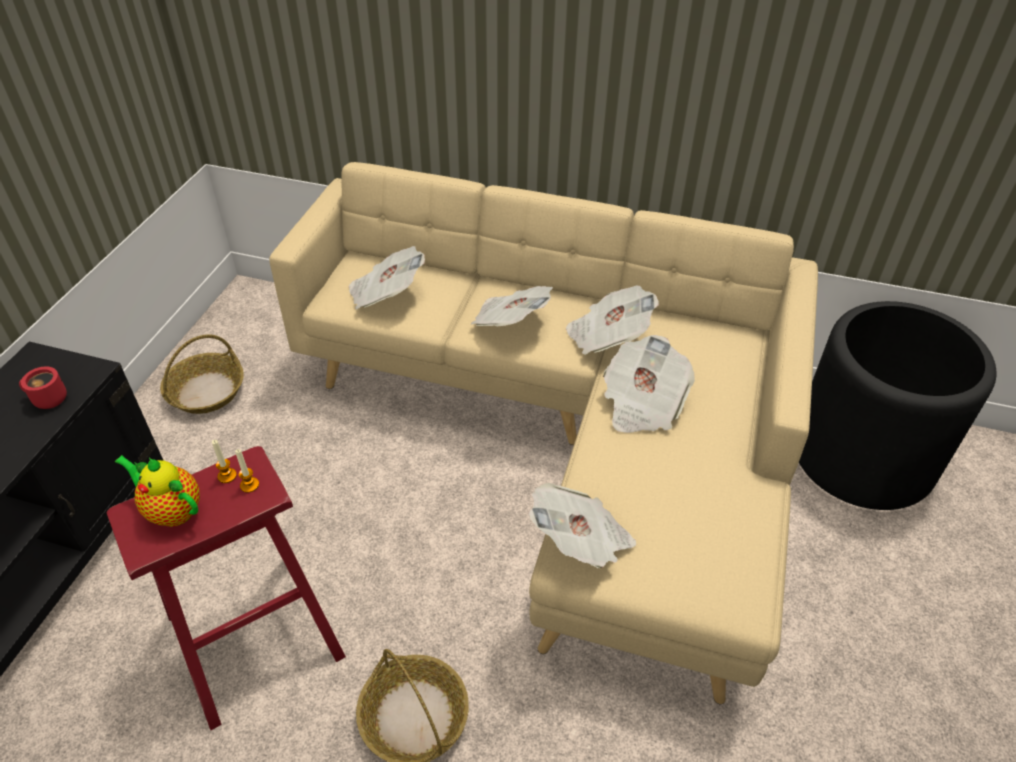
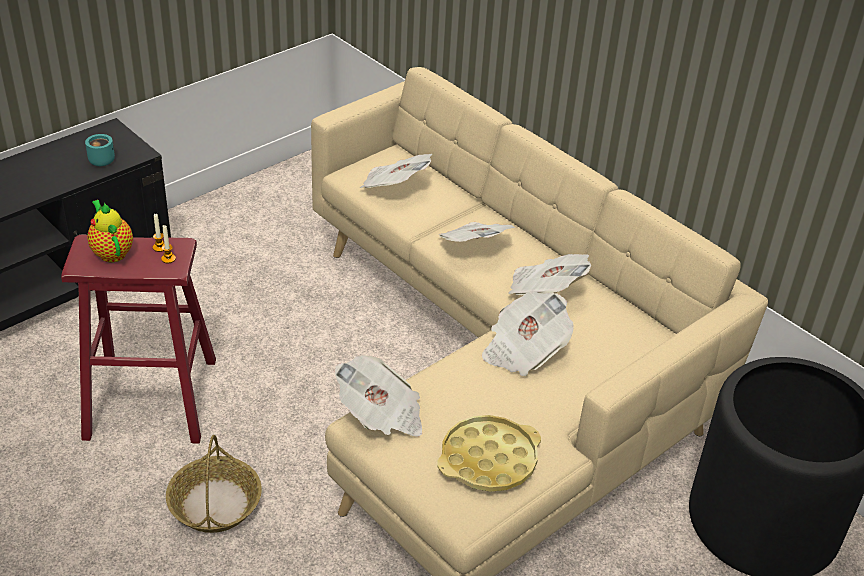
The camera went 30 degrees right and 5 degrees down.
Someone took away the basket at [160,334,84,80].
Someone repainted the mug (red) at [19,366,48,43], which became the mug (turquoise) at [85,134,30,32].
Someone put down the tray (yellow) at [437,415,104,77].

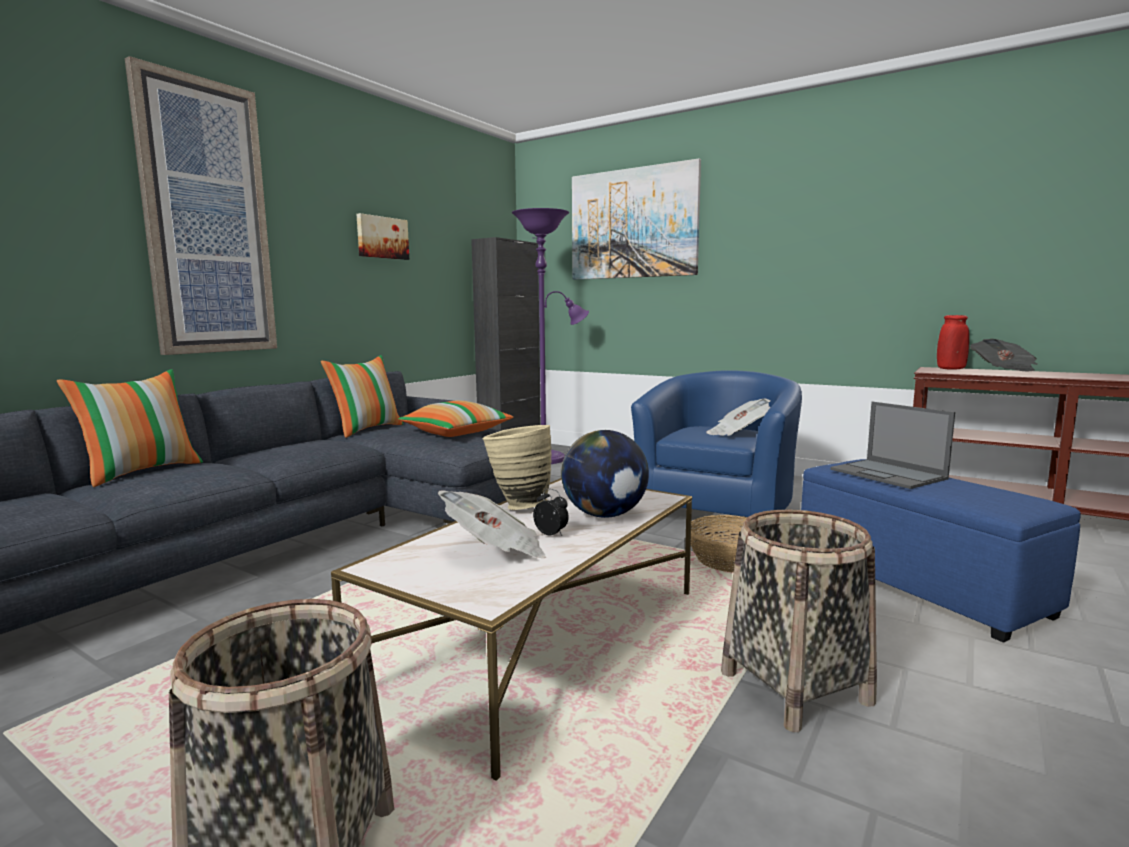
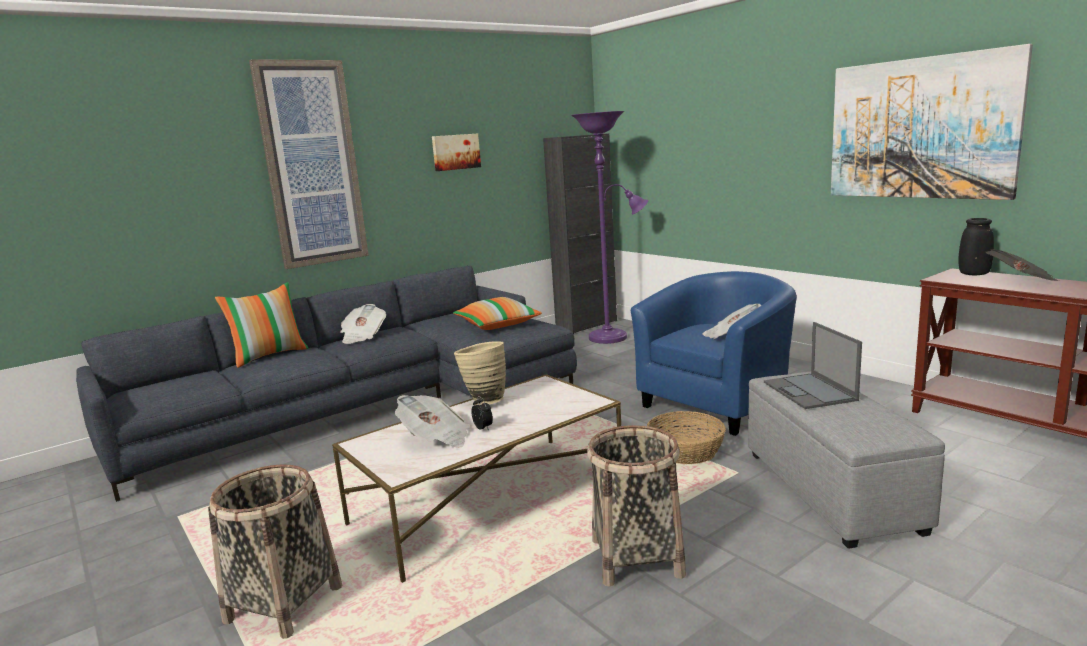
The camera went 20 degrees right and 5 degrees up.
Someone carried the picture from [572,158,129,122] to [831,44,202,156].
Someone repainted the vase (red) at [937,315,32,55], which became the vase (black) at [958,218,36,57].
Someone took away the pillow at [321,355,83,83].
Someone took away the globe at [561,430,88,88].
Someone repainted the ottoman (blue) at [801,459,280,184], which became the ottoman (grey) at [748,372,197,177].
Someone put down the newspaper at [340,304,46,40].

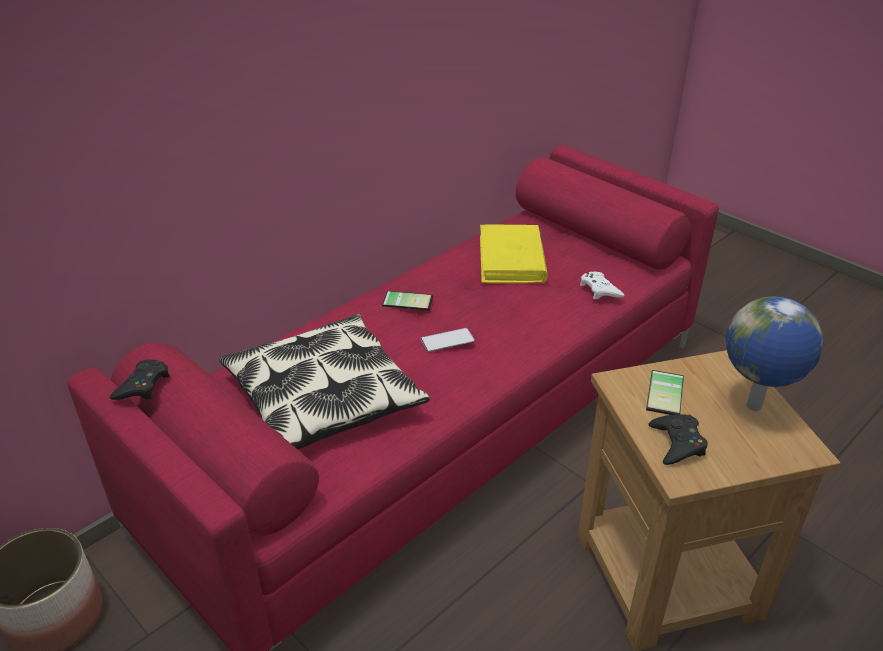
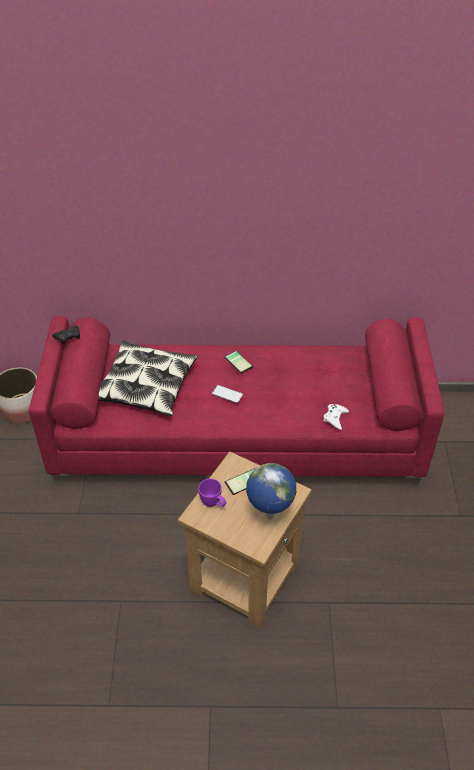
The camera went 45 degrees right and 10 degrees up.
Someone took away the book (yellow) at [480,224,68,59].
Someone swapped the game controller (black) at [648,414,60,51] for the mug (purple) at [198,479,28,28].

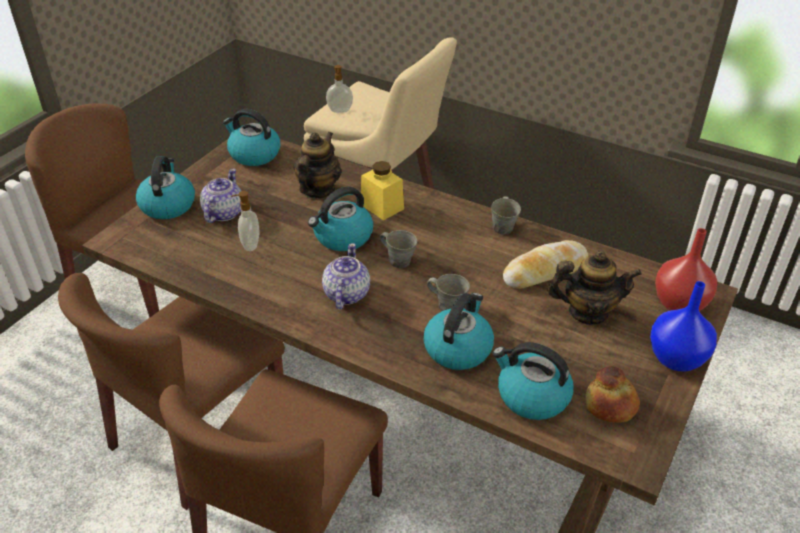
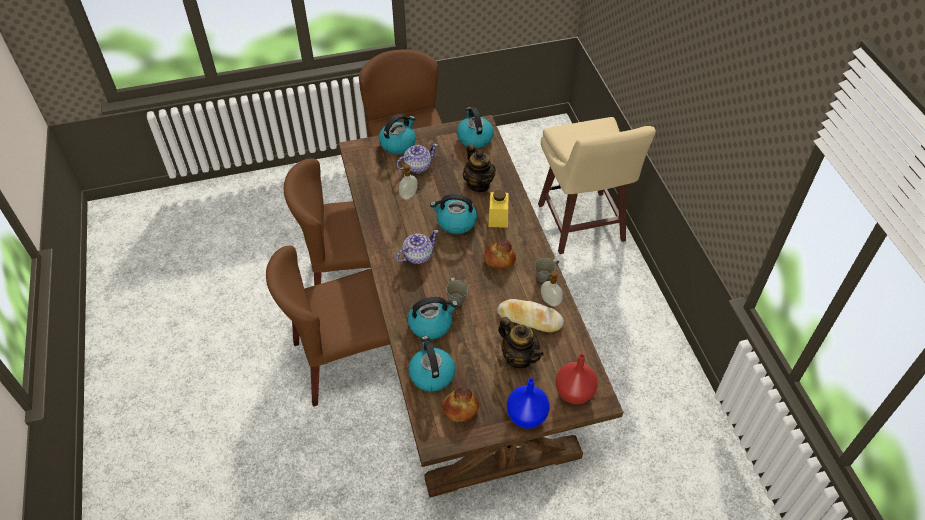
The camera went 45 degrees right and 10 degrees up.
Someone carried the soap dispenser from [326,65,27,48] to [541,271,22,36].
Someone rotated the teapot at [294,132,48,67] by 90 degrees clockwise.
Someone took away the mug (grey) at [380,230,37,38].
Someone put down the bread at [484,240,32,29].

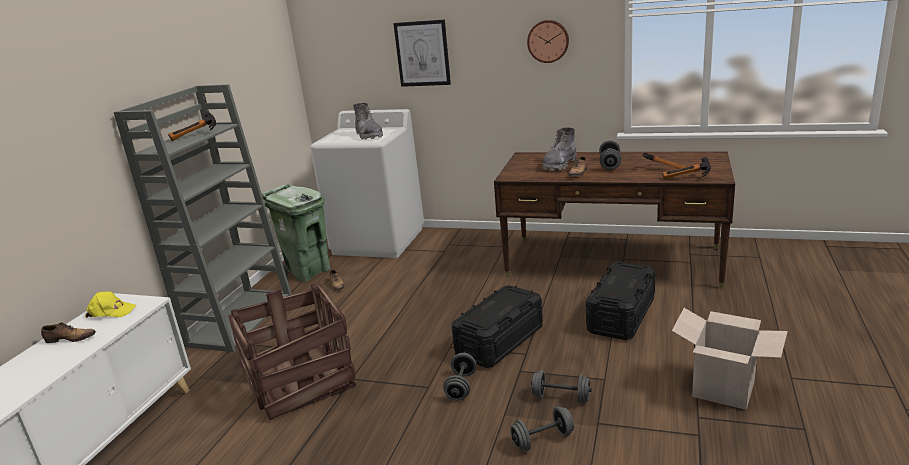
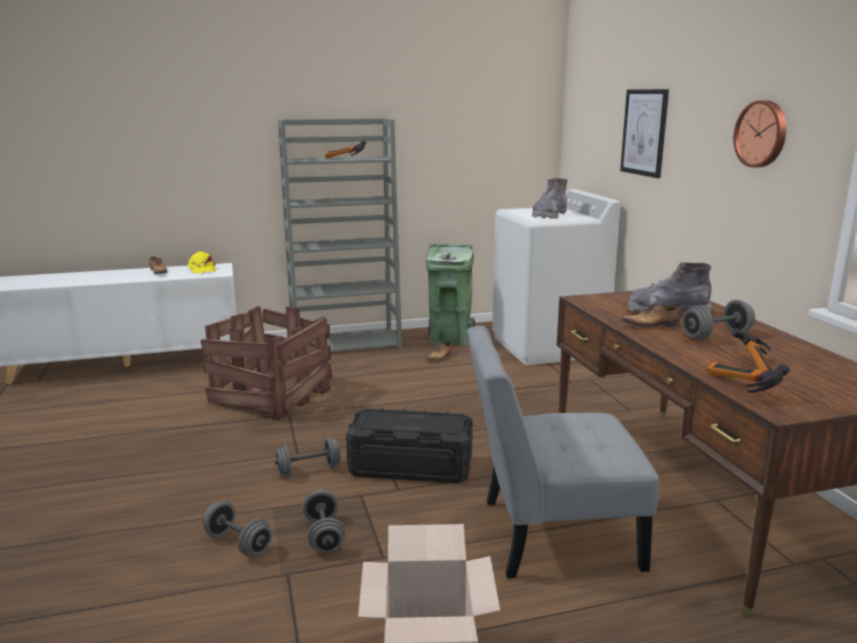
The camera went 55 degrees right and 5 degrees down.
Someone swapped the storage box (black) at [586,262,70,78] for the chair (grey) at [467,326,192,252].

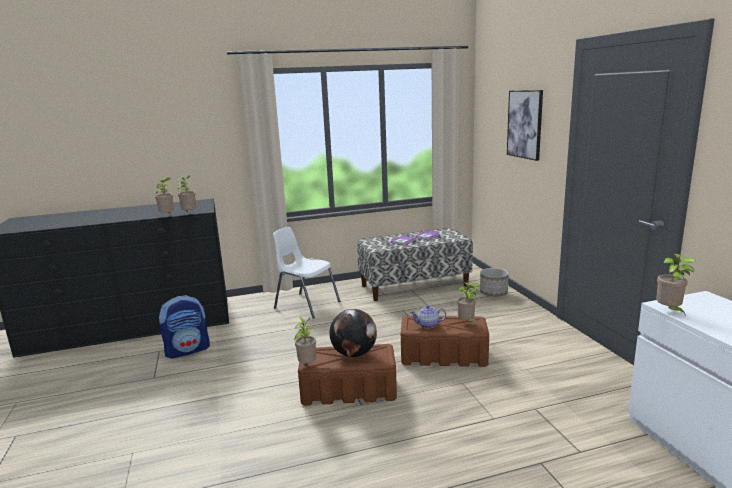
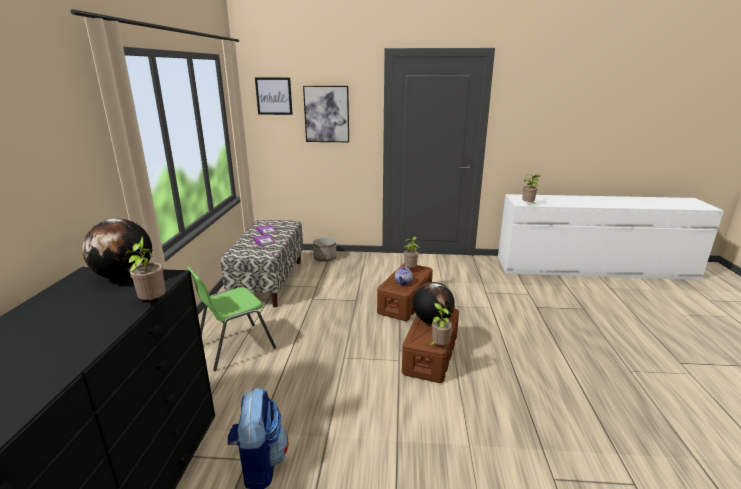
The camera went 70 degrees left and 5 degrees up.
Someone took away the potted plant at [178,175,18,37].
Someone repainted the chair (white) at [273,227,67,92], which became the chair (green) at [187,267,89,104].
Someone put up the picture at [255,78,38,37].
Someone put down the globe at [82,218,70,62].

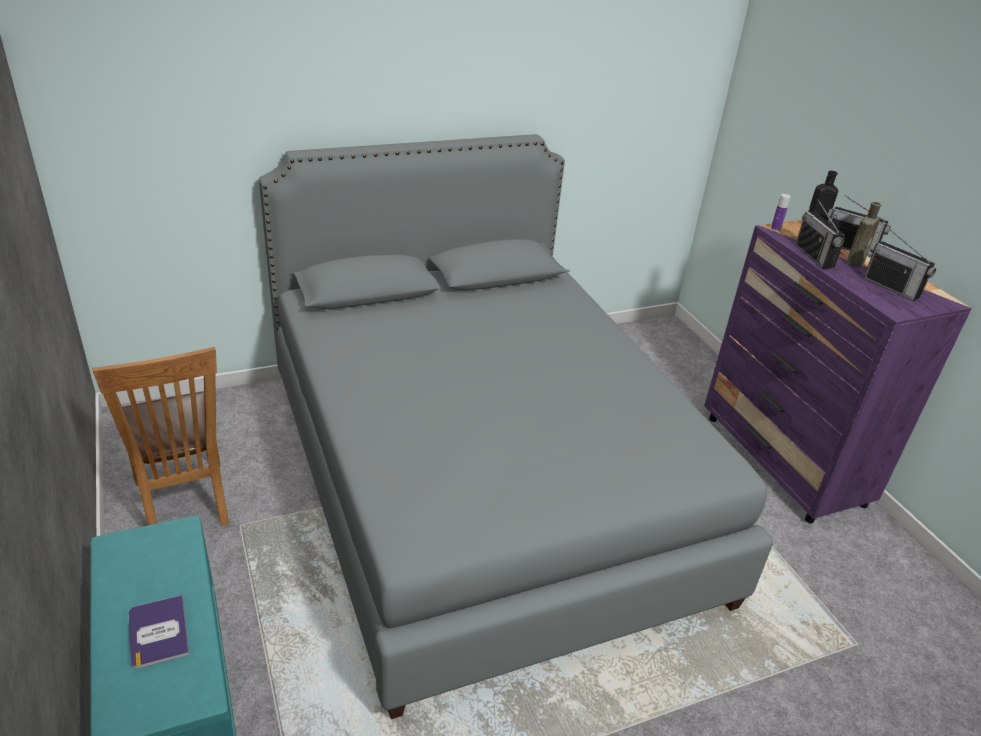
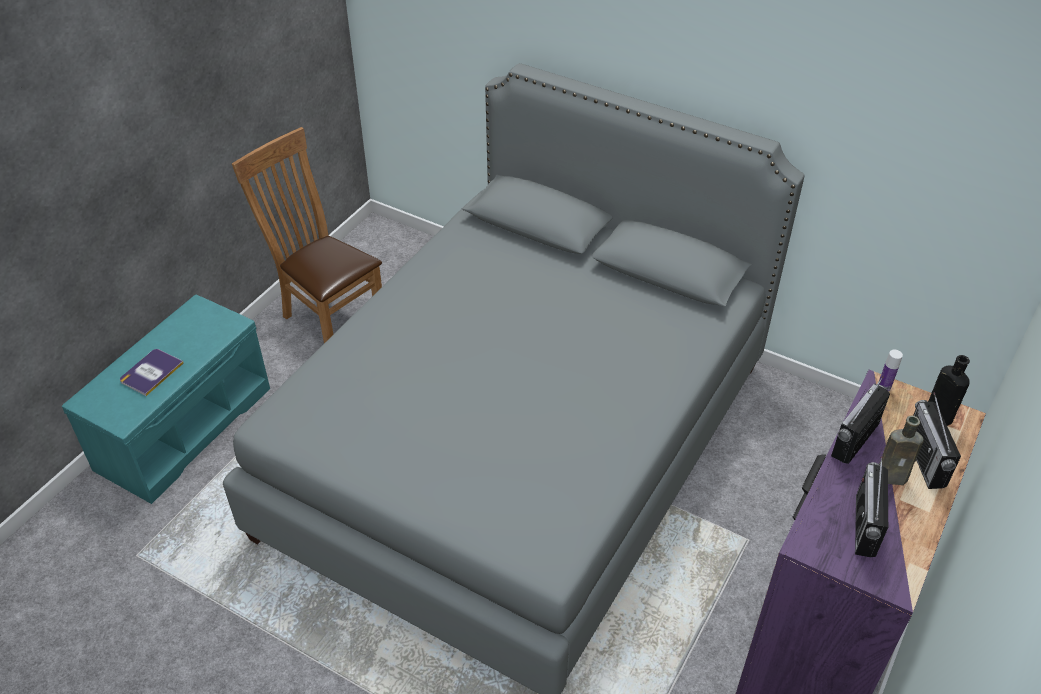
The camera went 55 degrees right and 10 degrees up.
Someone rotated the chair (brown) at [92,347,137,179] by 105 degrees clockwise.

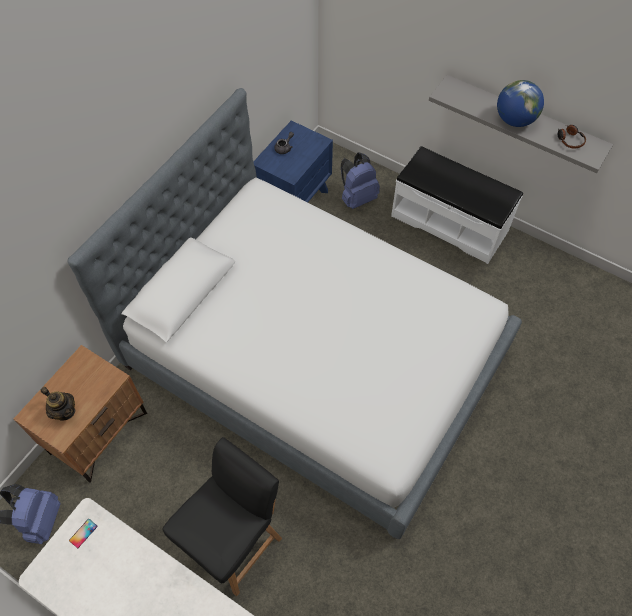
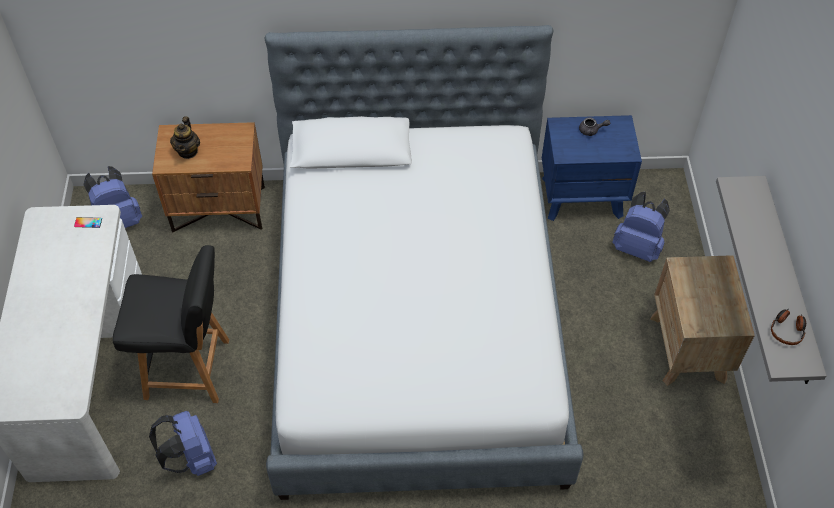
The camera went 55 degrees right and 5 degrees down.
Someone took away the globe at [497,80,47,47].
Someone swapped the bench (white) at [391,146,132,118] for the nightstand (brown) at [650,255,105,131].
Someone put down the backpack (blue) at [149,411,68,65].

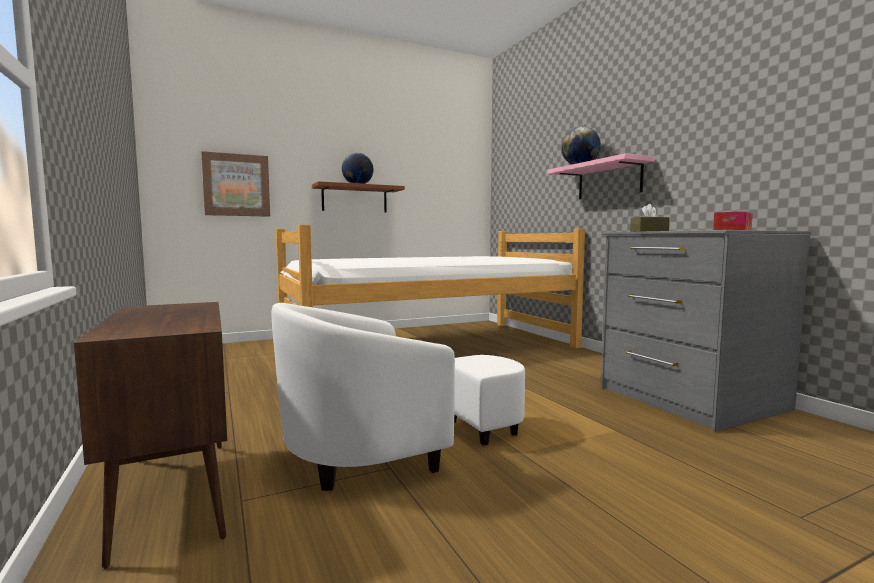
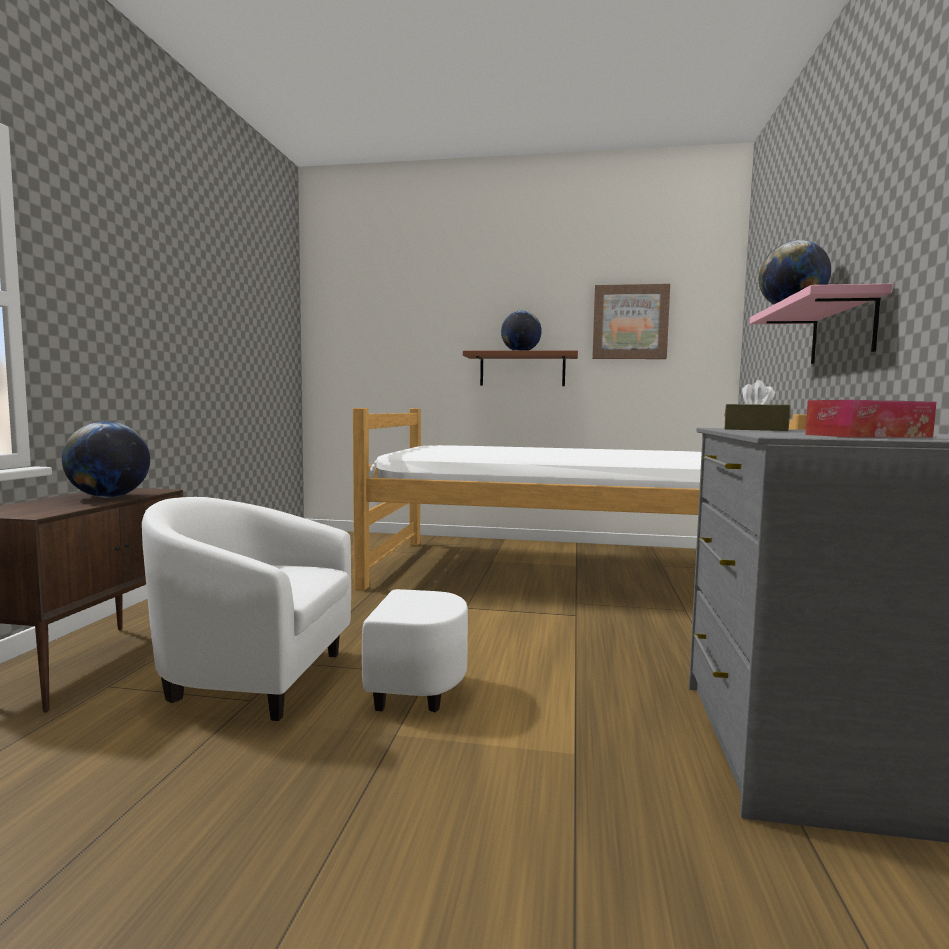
The camera went 35 degrees right and 0 degrees up.
Someone carried the picture from [201,151,69,66] to [592,284,78,75].
Someone put down the globe at [62,421,88,77].

